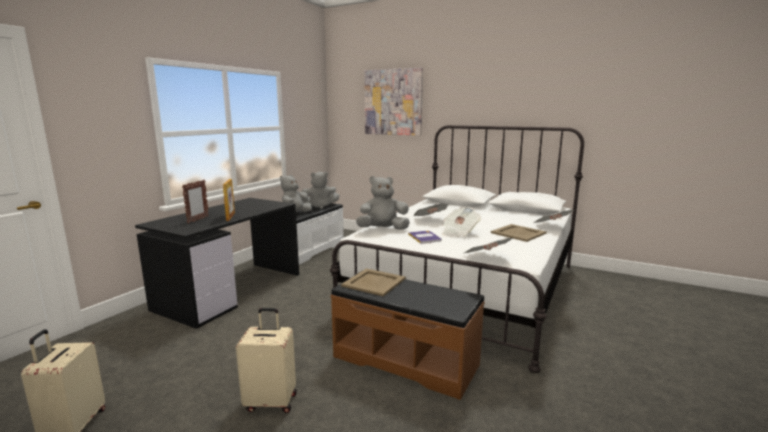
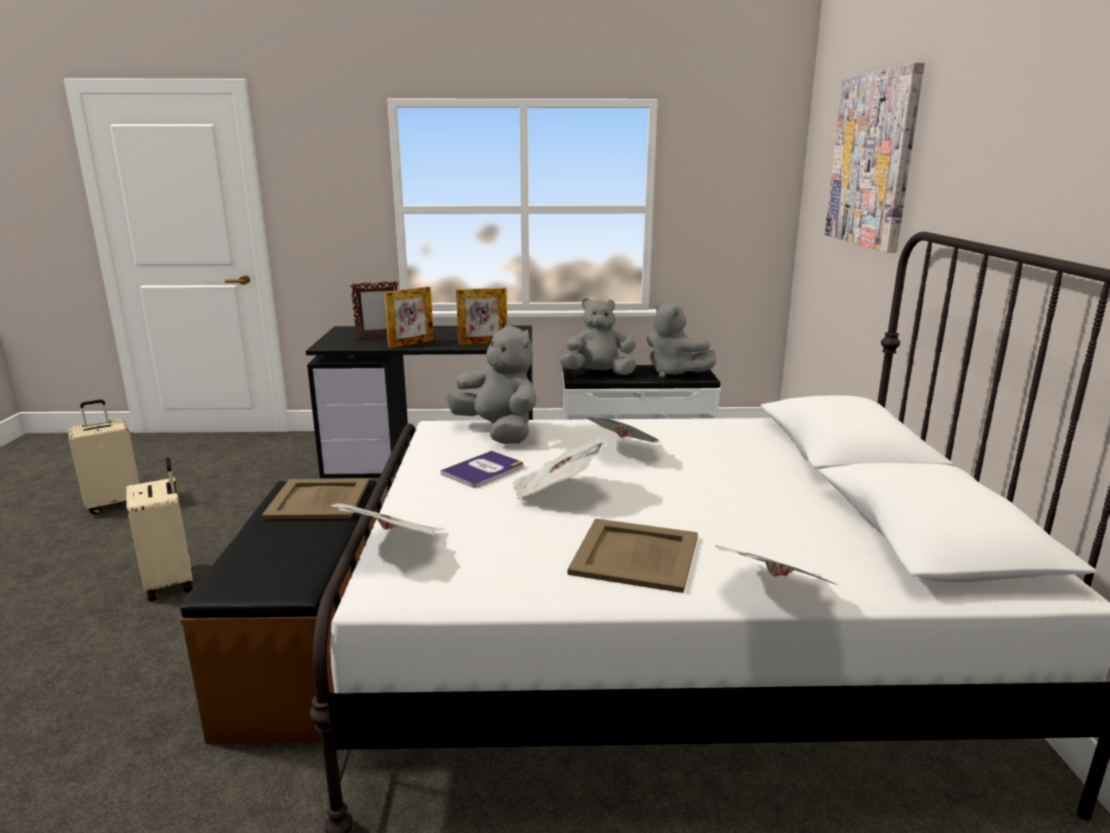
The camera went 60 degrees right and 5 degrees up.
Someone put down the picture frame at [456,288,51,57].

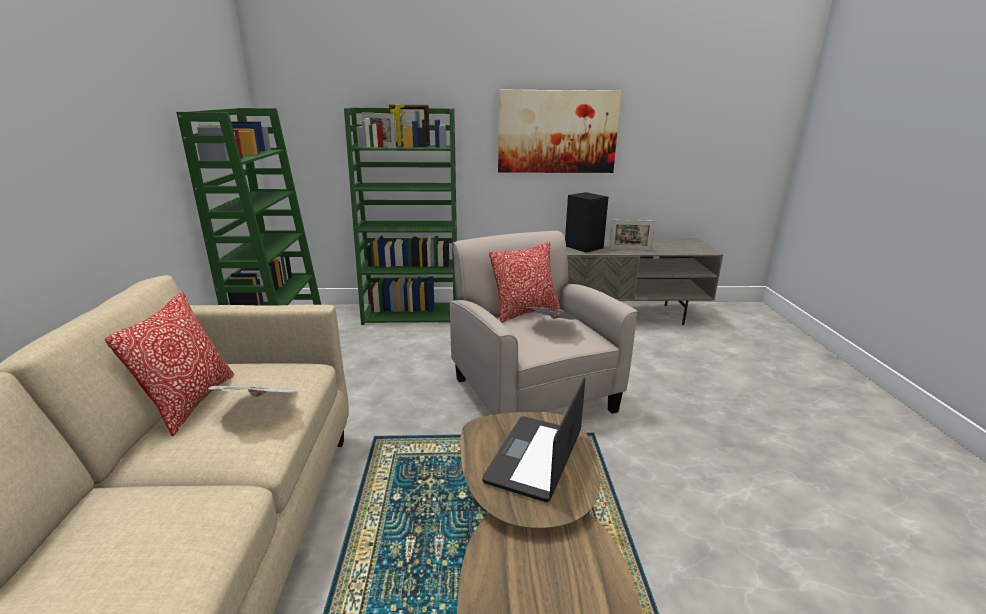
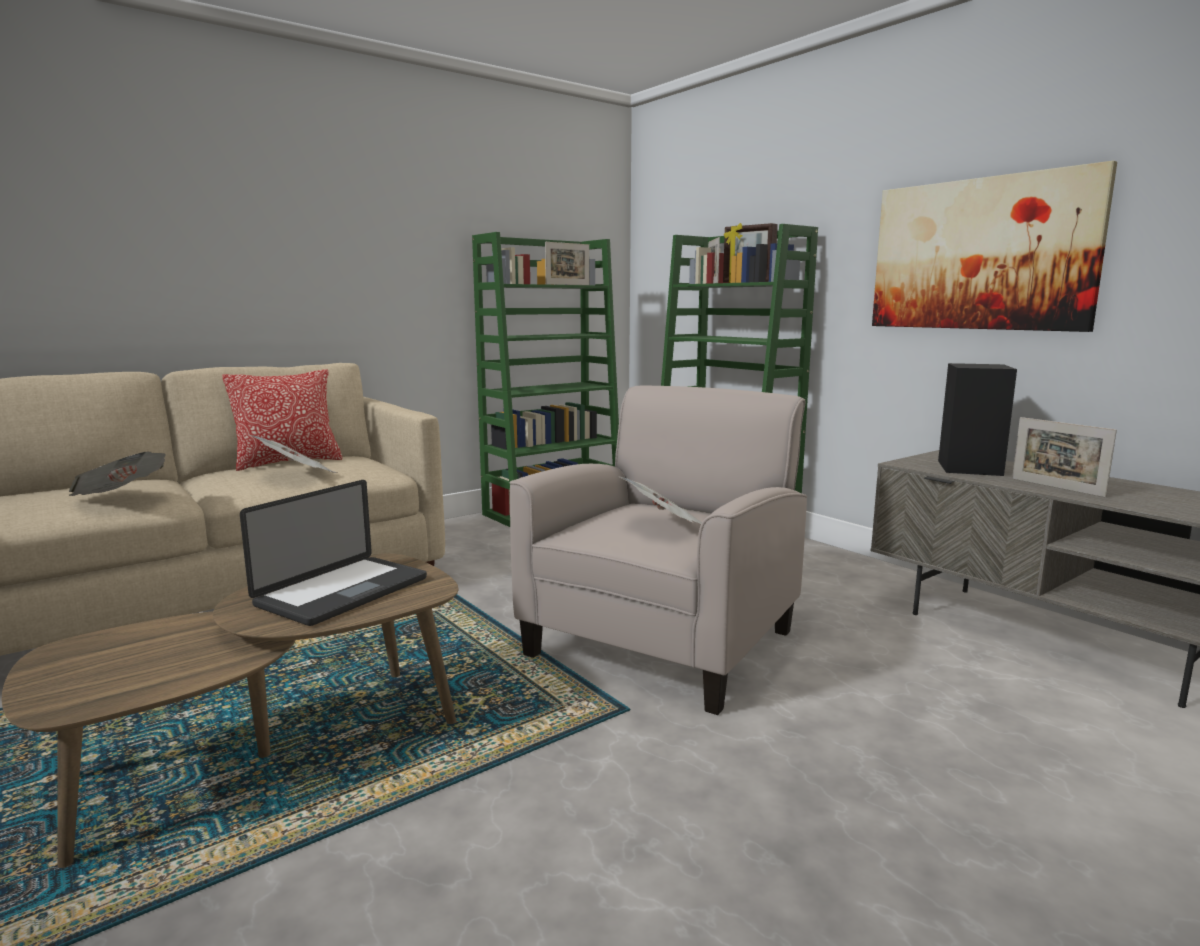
The camera went 55 degrees right and 10 degrees down.
Someone took away the pillow at [489,242,71,81].
Someone rotated the laptop at [482,377,103,125] by 135 degrees clockwise.
Someone put down the picture frame at [545,242,44,43].
Someone put down the newspaper at [69,452,97,44].

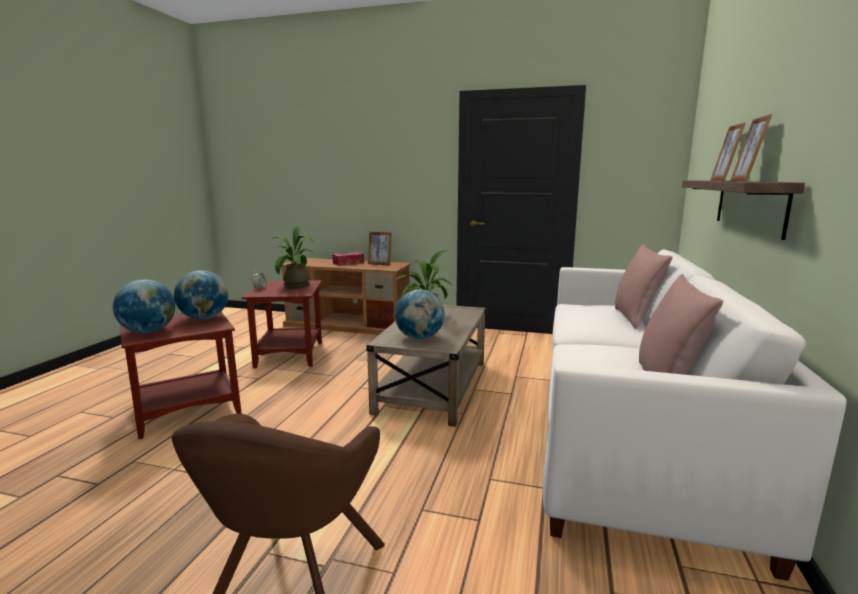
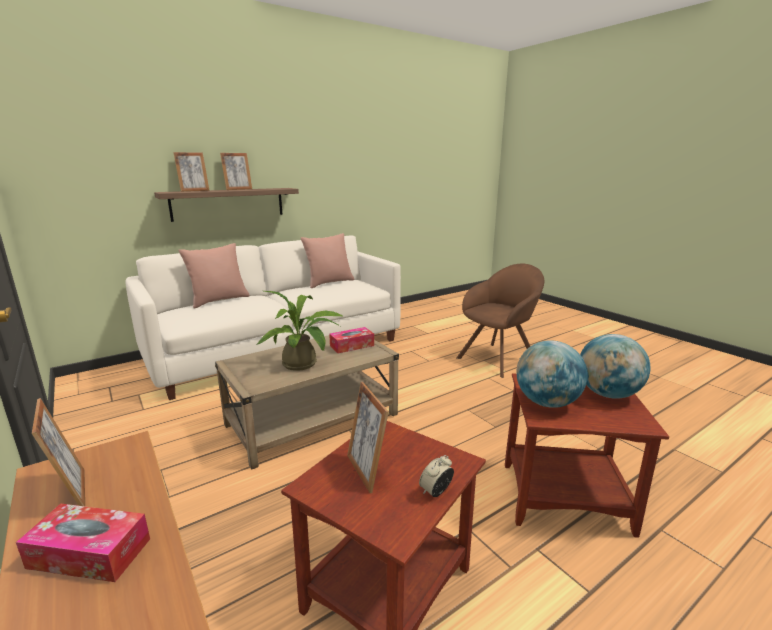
The camera went 140 degrees left and 5 degrees up.
Someone swapped the potted plant at [271,226,43,62] for the picture frame at [347,382,42,111].
Someone swapped the globe at [395,289,50,50] for the tissue box at [329,327,45,26].

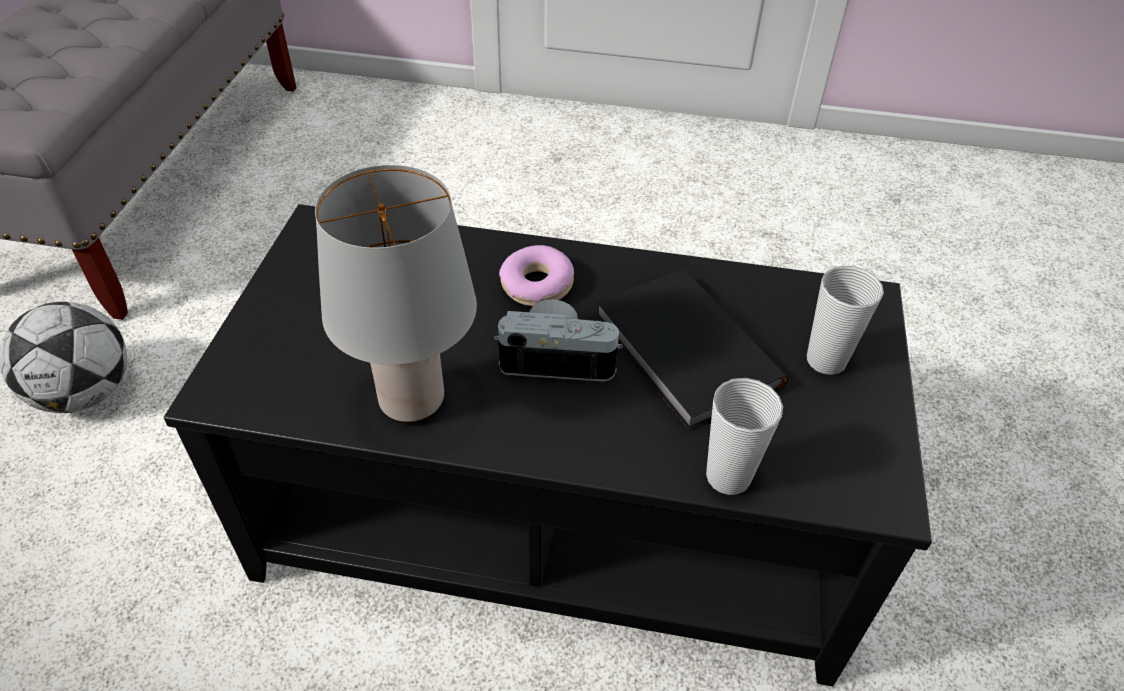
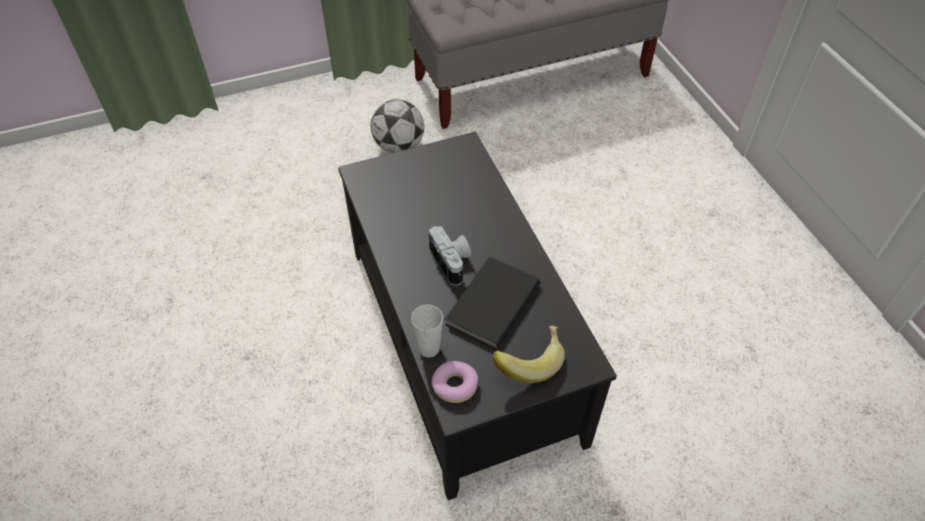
The camera went 60 degrees right and 5 degrees up.
Someone took away the table lamp (grey) at [315,165,162,258].
Someone carried the donut from [499,245,75,61] to [432,361,46,42].
Someone swapped the cup at [807,266,77,109] for the banana at [492,326,73,57].

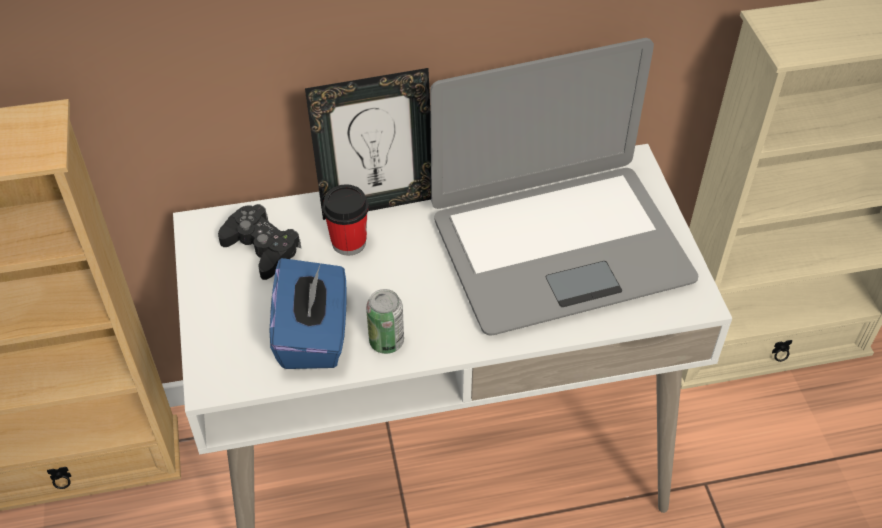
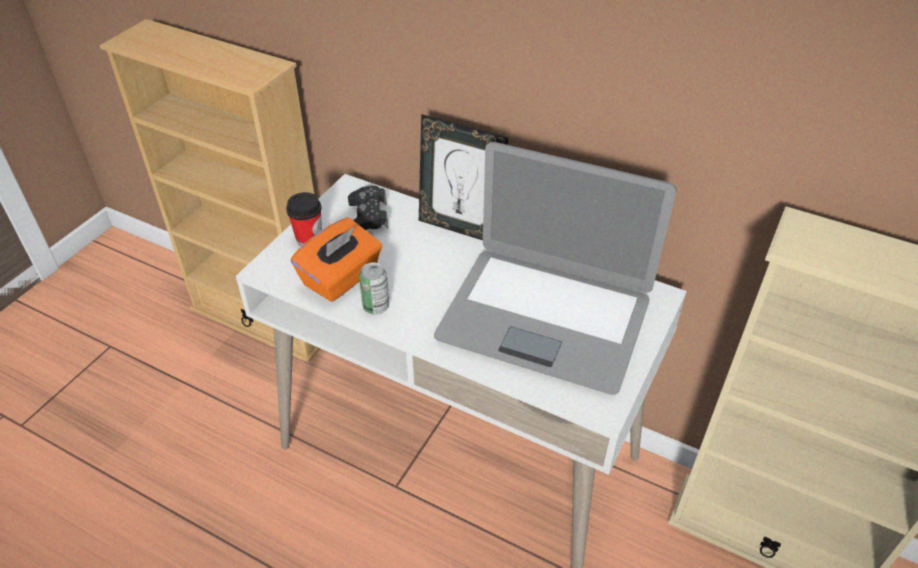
The camera went 40 degrees right and 5 degrees down.
Someone carried the cup from [322,184,47,72] to [286,192,36,54].
Someone repainted the tissue box (blue) at [270,258,76,111], which became the tissue box (orange) at [291,217,92,85].

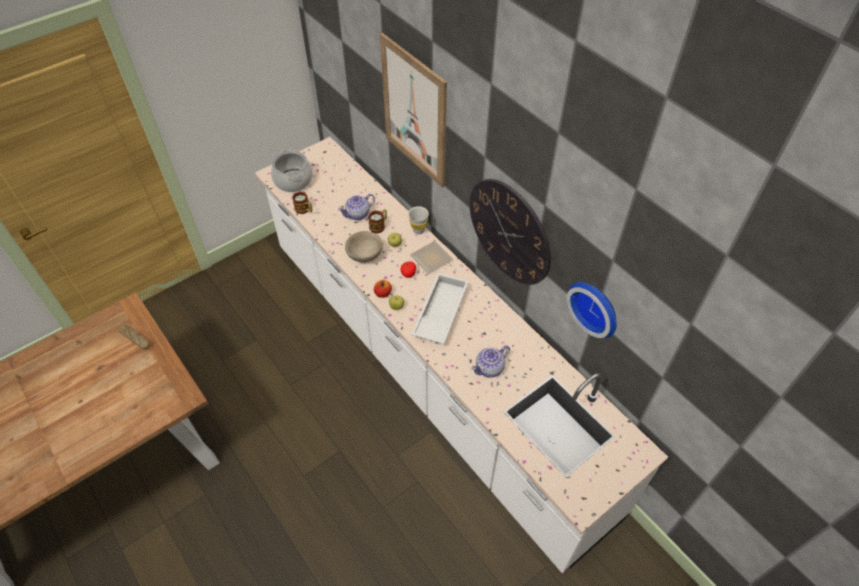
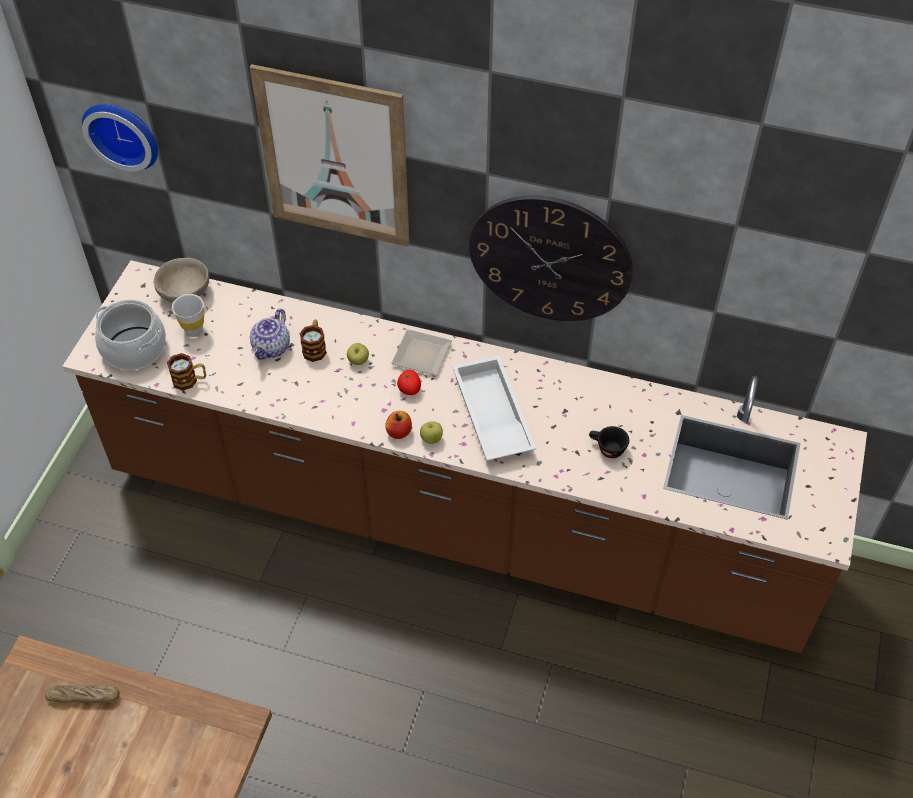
The camera went 35 degrees left and 0 degrees up.
Someone repainted the counter (white) at [255,137,413,436], which became the counter (brown) at [62,260,805,393].
Someone carried the cup (white) from [408,206,21,29] to [172,294,32,43].
Someone carried the bowl (beige) from [345,231,38,31] to [154,258,55,45].
Someone carried the wall clock from [566,282,51,56] to [82,104,76,67].
Someone swapped the teapot at [471,345,39,33] for the cup (black) at [589,426,40,32].

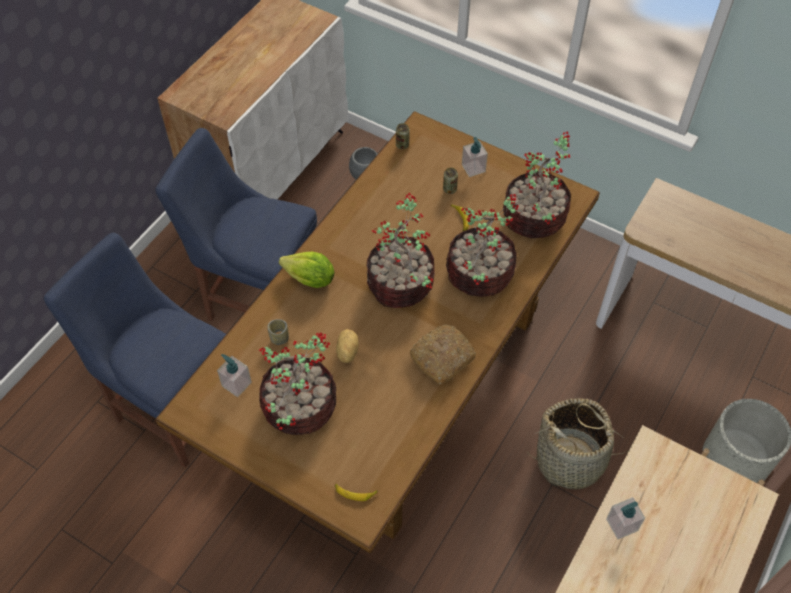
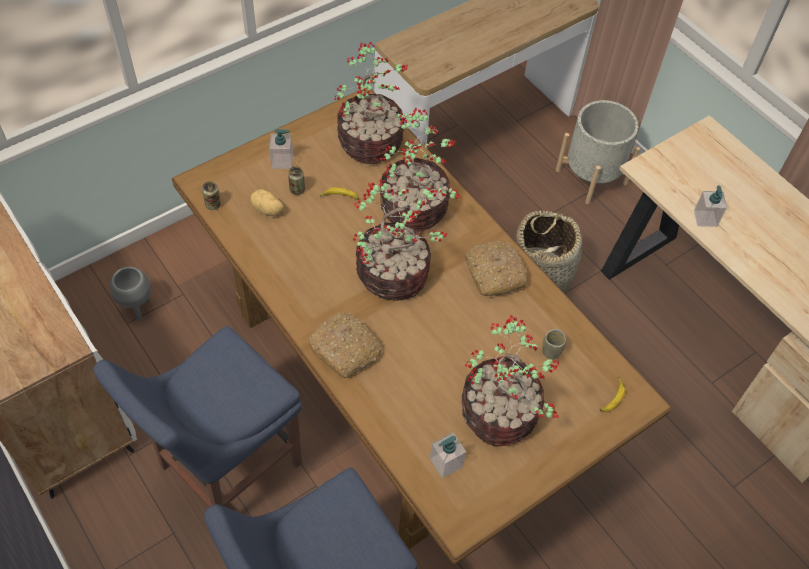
The camera went 70 degrees left and 0 degrees up.
Someone swapped the lettuce at [279,252,56,36] for the bread at [308,313,74,65].
Someone carried the cup from [267,319,22,26] to [542,329,24,30].
Someone carried the potato from [336,329,23,34] to [250,189,34,27].

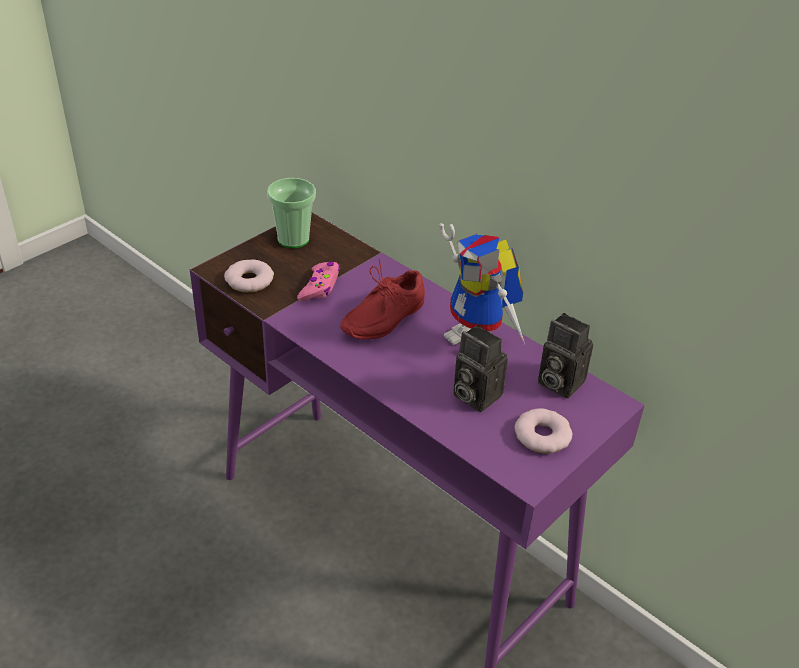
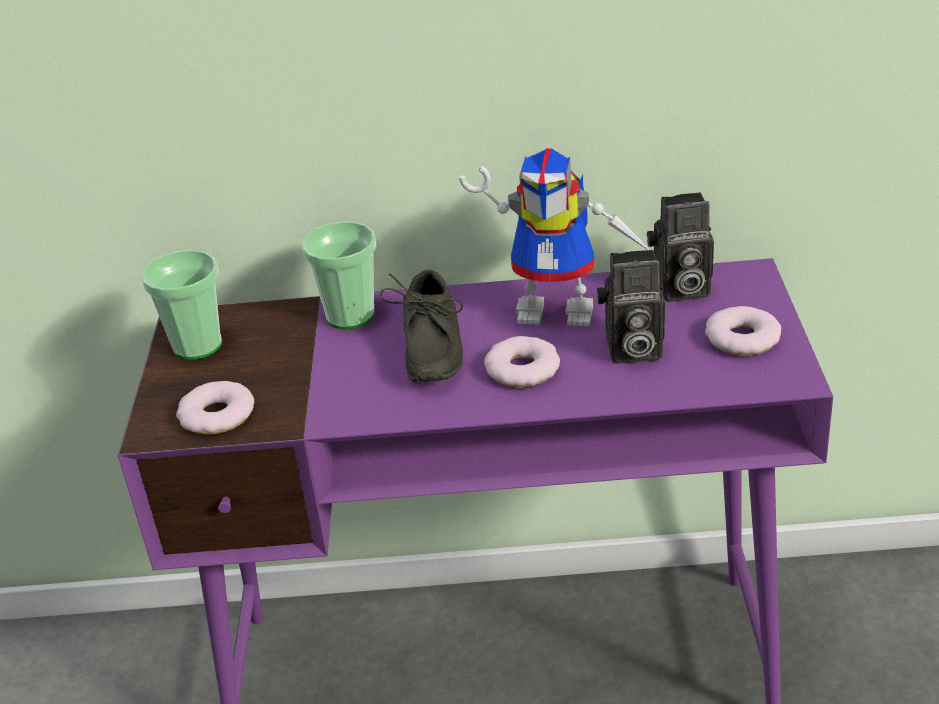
The camera went 40 degrees left and 5 degrees down.
Someone repainted the shoe (red) at [340,259,85,81], which became the shoe (grey) at [380,270,83,113].
Someone took away the game controller (pink) at [297,262,43,39].
Someone put down the cup at [301,221,75,109].
Someone put down the donut at [484,336,76,51].

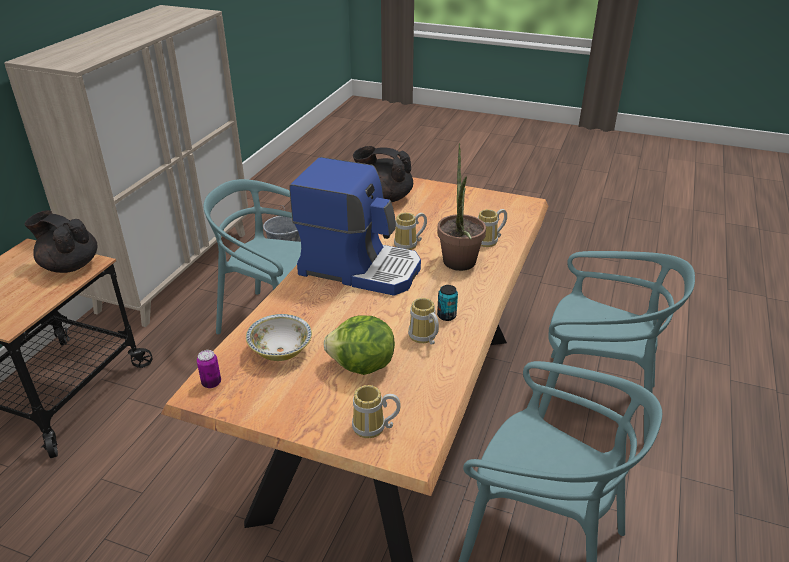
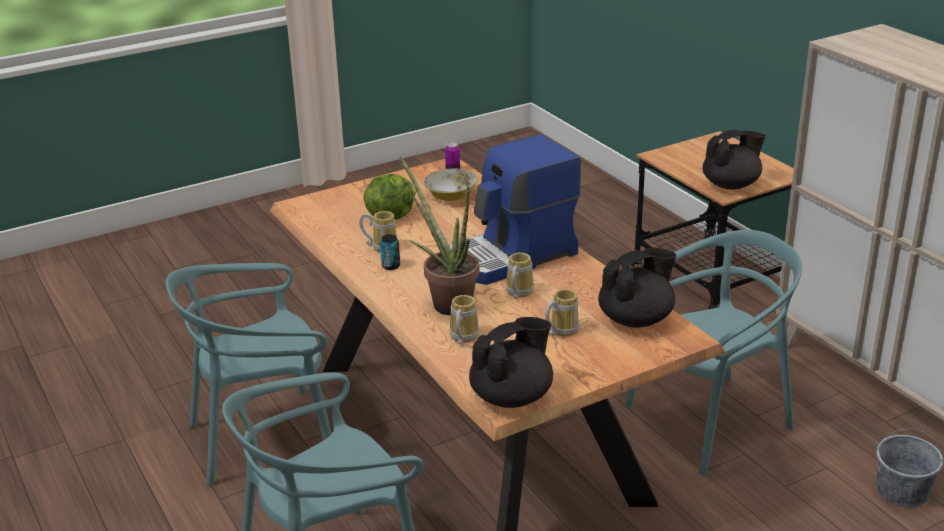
The camera went 130 degrees right and 5 degrees down.
Someone carried the mug from [352,385,49,53] to [545,289,35,48].
Someone put down the teapot (black) at [469,317,84,91].

